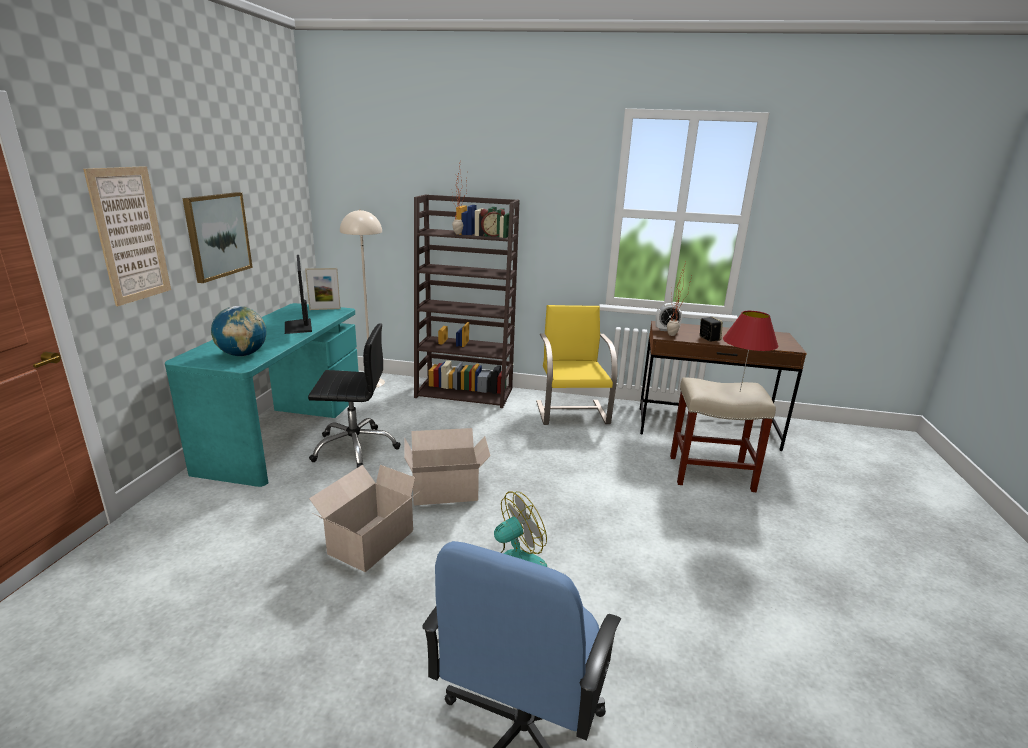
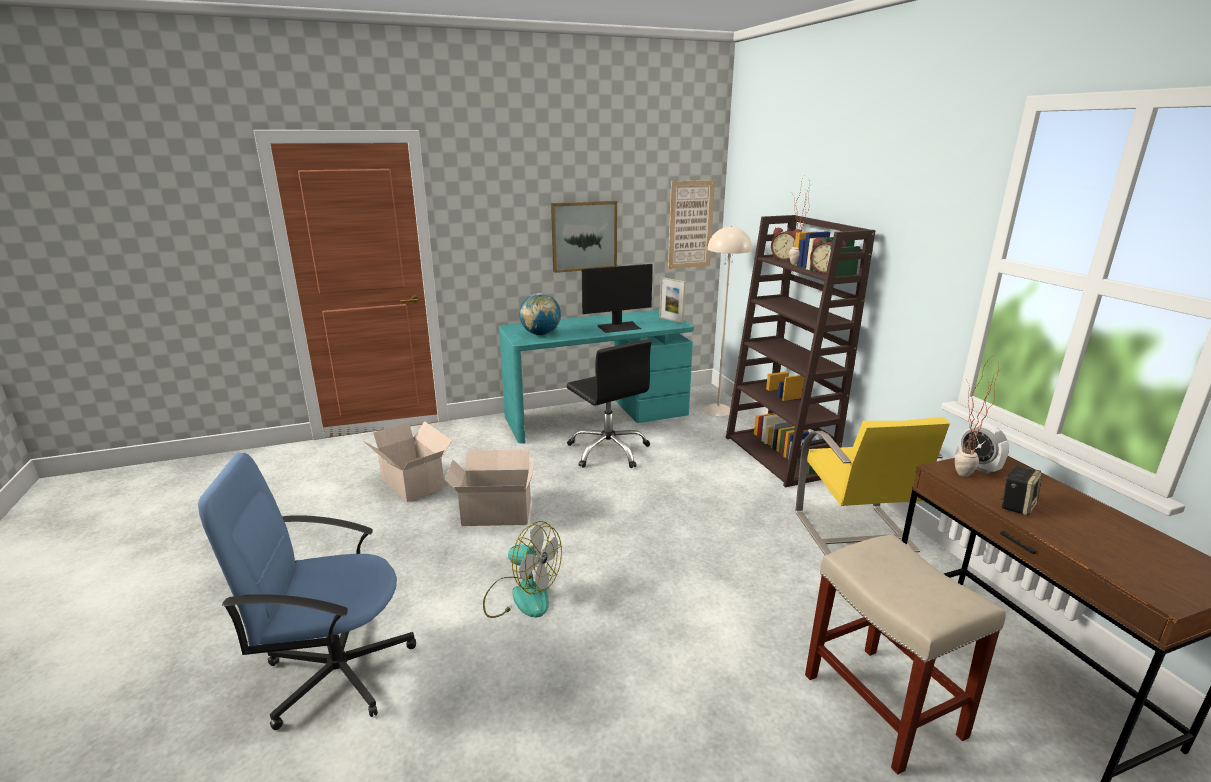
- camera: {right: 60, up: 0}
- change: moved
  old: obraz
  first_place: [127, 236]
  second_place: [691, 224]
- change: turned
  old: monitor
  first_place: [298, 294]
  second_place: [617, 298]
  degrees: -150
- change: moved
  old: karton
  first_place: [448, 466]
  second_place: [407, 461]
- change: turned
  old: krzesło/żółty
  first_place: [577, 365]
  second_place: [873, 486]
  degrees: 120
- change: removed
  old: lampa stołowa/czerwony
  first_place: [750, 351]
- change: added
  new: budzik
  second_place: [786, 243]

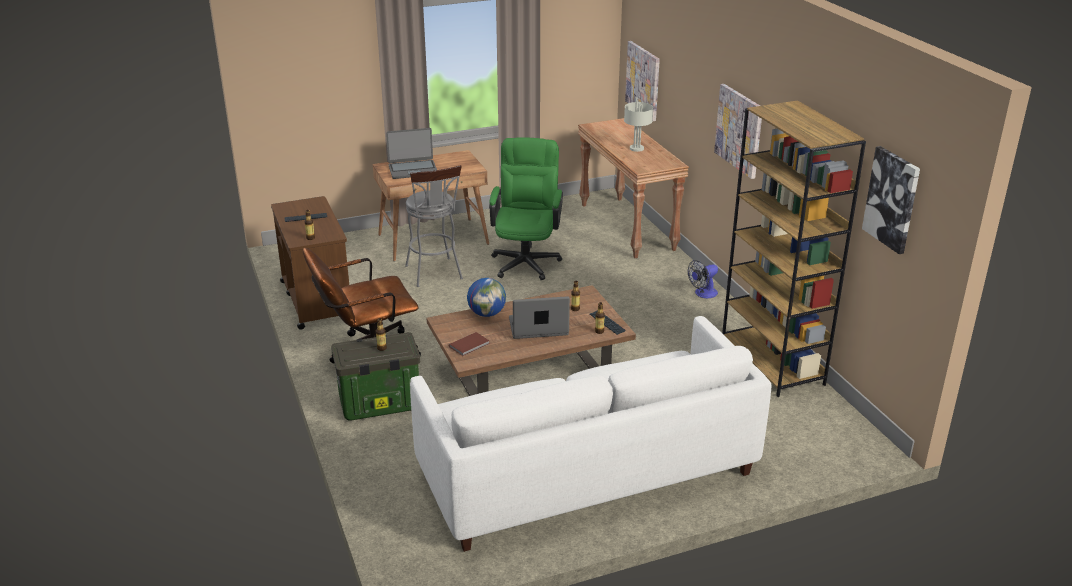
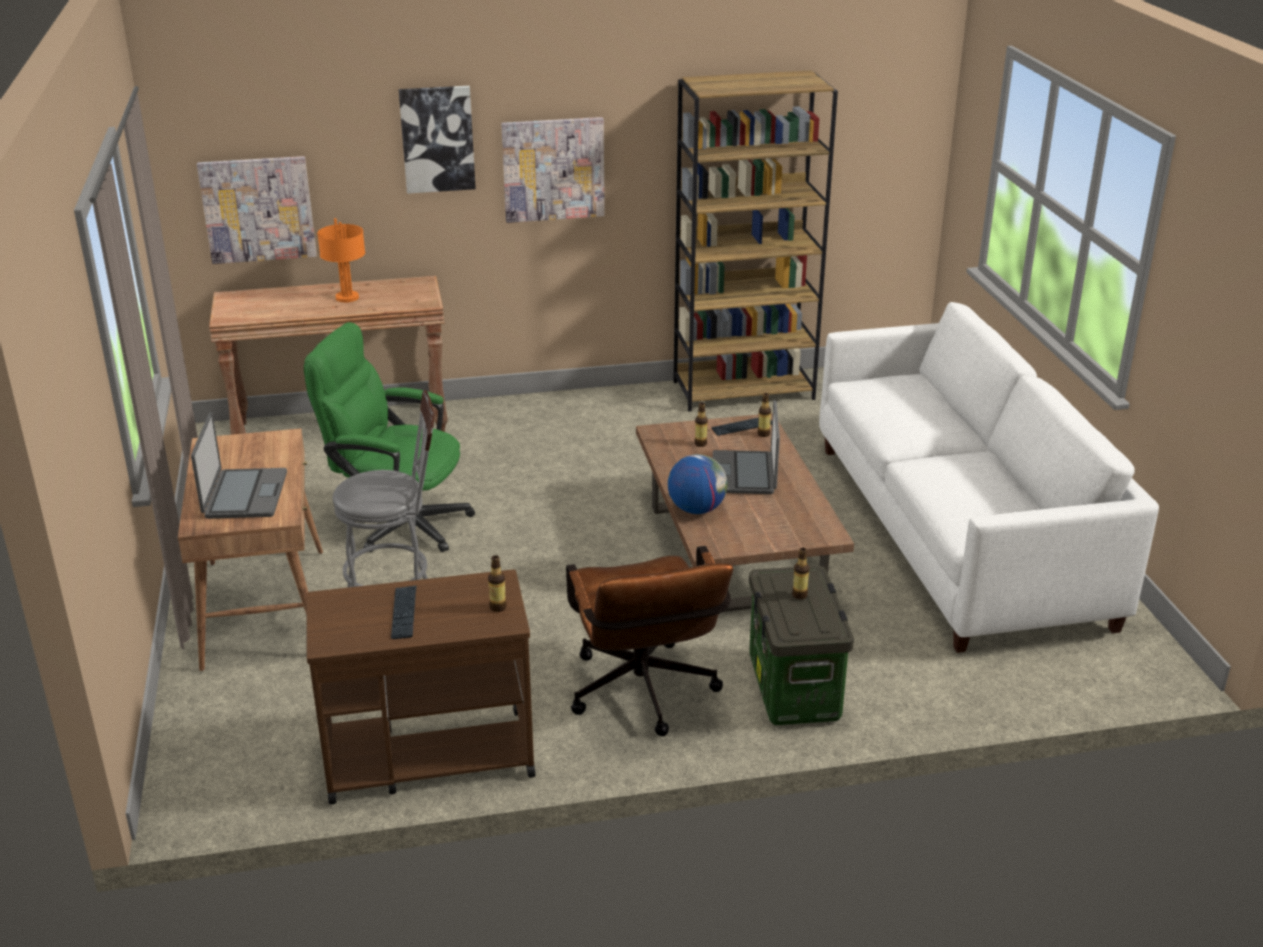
- camera: {right: -80, up: 0}
- change: removed
  old: książka/brązowy
  first_place: [469, 344]
- change: recoloured
  old: lampa stołowa/szary
  new: lampa stołowa/pomarańczowy
  first_place: [638, 124]
  second_place: [341, 260]
- change: removed
  old: wentylator
  first_place: [703, 279]
- change: moved
  old: obraz
  first_place: [891, 200]
  second_place: [437, 140]

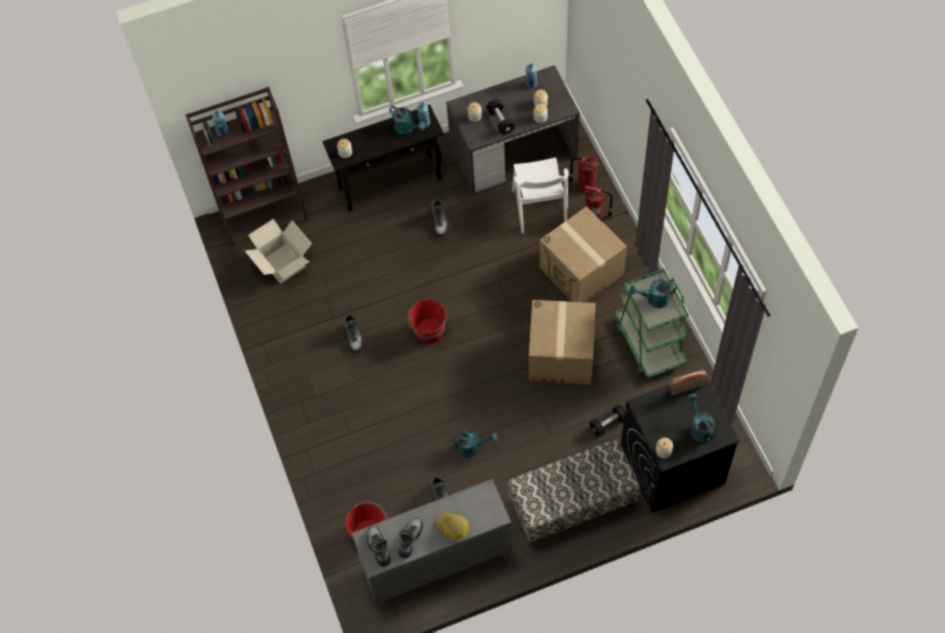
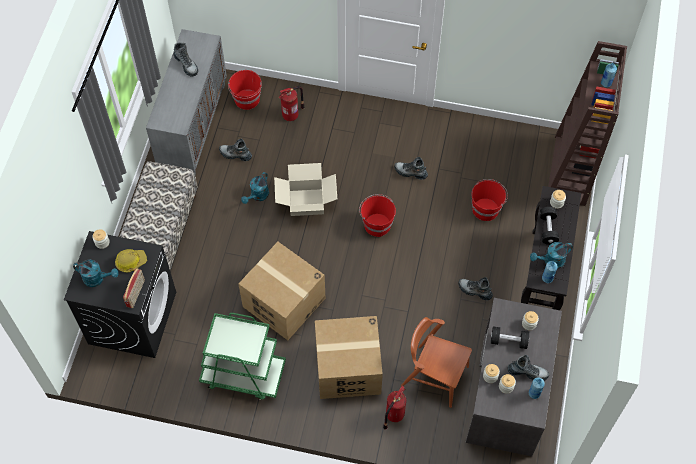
- camera: {right: 120, up: 0}
- change: moved
  old: karton
  first_place: [278, 251]
  second_place: [305, 189]
- change: moved
  old: but z cholewką
  first_place: [378, 546]
  second_place: [528, 368]
- change: moved
  old: kask
  first_place: [452, 526]
  second_place: [131, 261]
- change: recoloured
  old: krzesło/biały
  new: krzesło/brązowy
  first_place: [540, 195]
  second_place: [436, 362]
- change: moved
  old: gaśnica
  first_place: [584, 173]
  second_place: [291, 103]
- change: moved
  old: hantel/czarny
  first_place: [607, 420]
  second_place: [549, 226]
- change: removed
  old: konewka/turkusowy
  first_place: [652, 293]
- change: added
  new: wiadro/czerwony
  second_place: [489, 200]

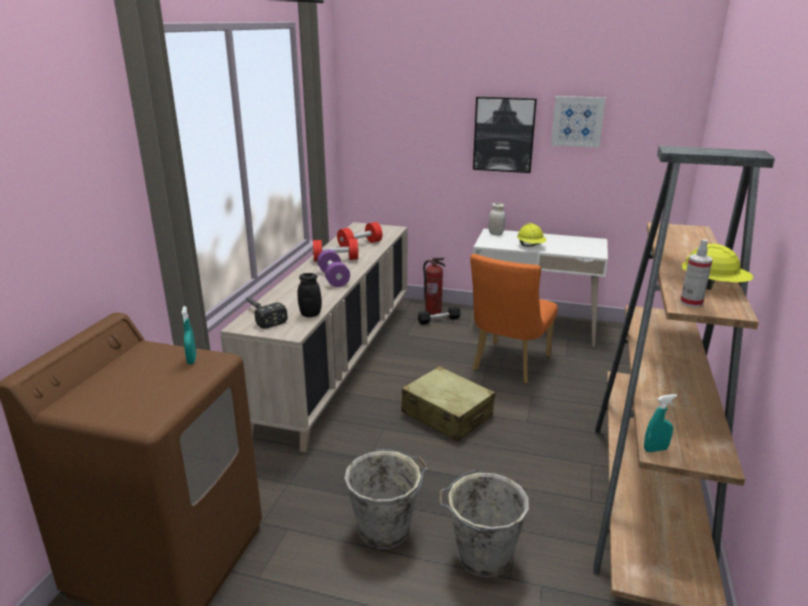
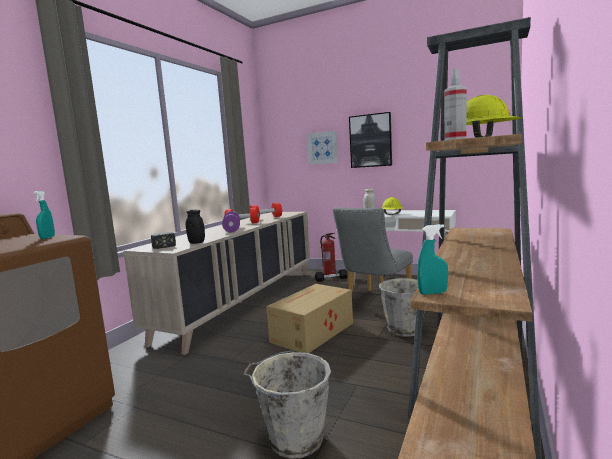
- camera: {right: 10, up: -15}
- change: moved
  old: wiadro/szary
  first_place: [386, 499]
  second_place: [402, 307]
- change: replaced
  old: walizka/beżowy
  new: karton
  first_place: [448, 404]
  second_place: [309, 318]
- change: recoloured
  old: krzesło/pomarańczowy
  new: krzesło/szary
  first_place: [514, 319]
  second_place: [373, 260]
- change: moved
  old: obraz
  first_place: [578, 122]
  second_place: [322, 148]

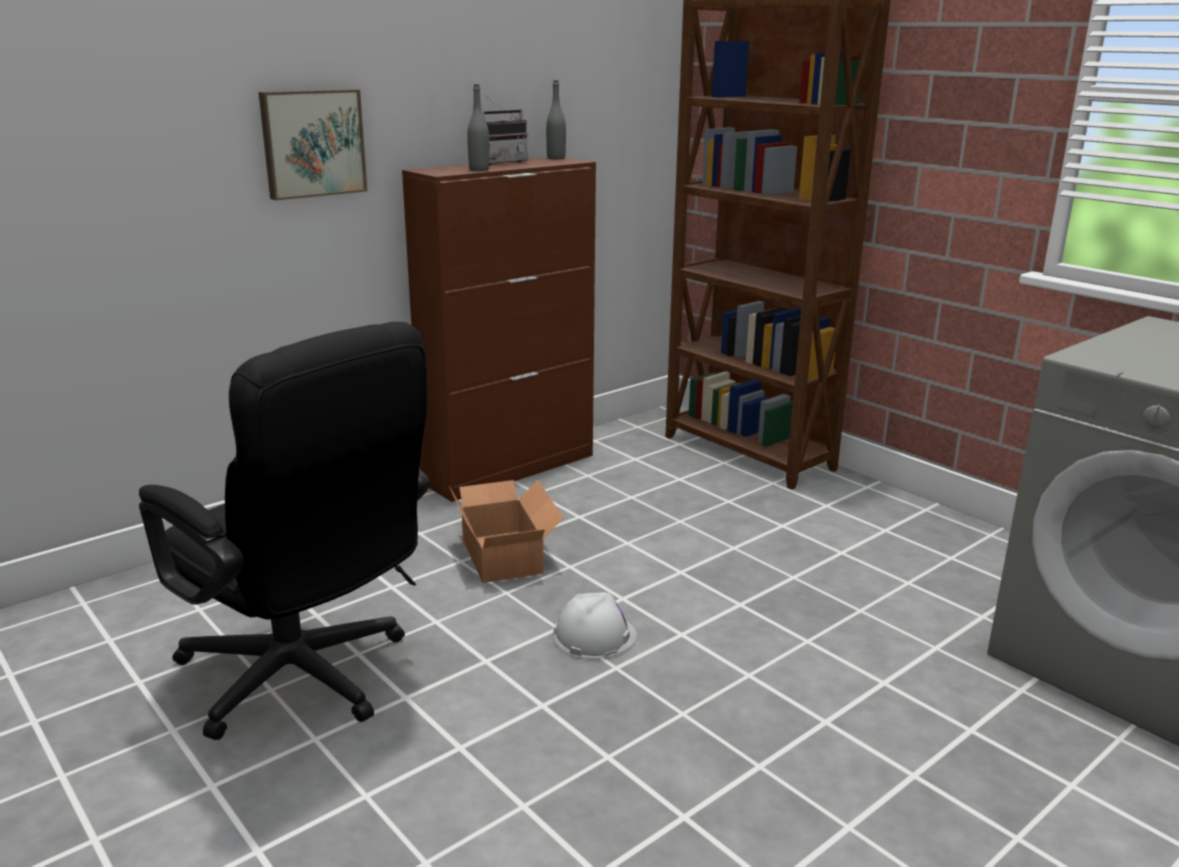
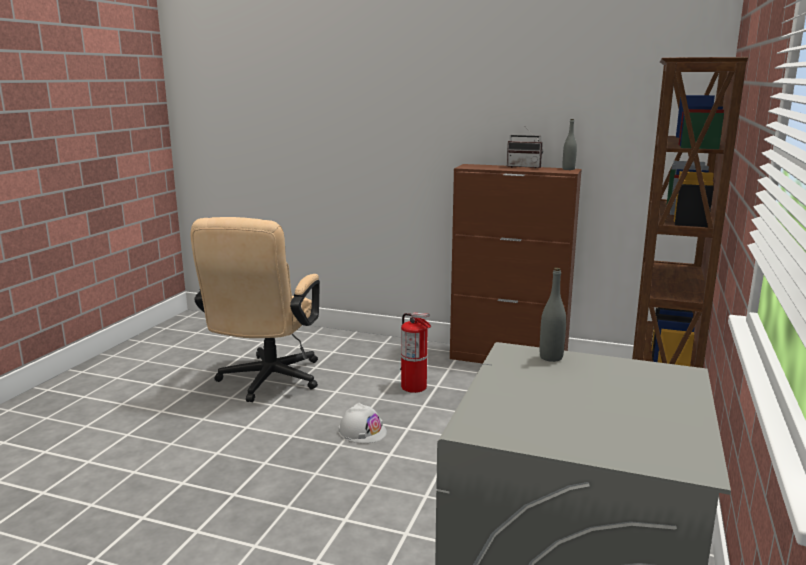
- camera: {right: 60, up: -5}
- change: recoloured
  old: krzesło biurowe/czarny
  new: krzesło biurowe/beżowy
  first_place: [284, 531]
  second_place: [255, 309]
- change: removed
  old: obraz
  first_place: [313, 144]
- change: replaced
  old: karton
  new: gaśnica
  first_place: [506, 531]
  second_place: [415, 353]
- change: moved
  old: butelka/szary
  first_place: [478, 127]
  second_place: [553, 315]

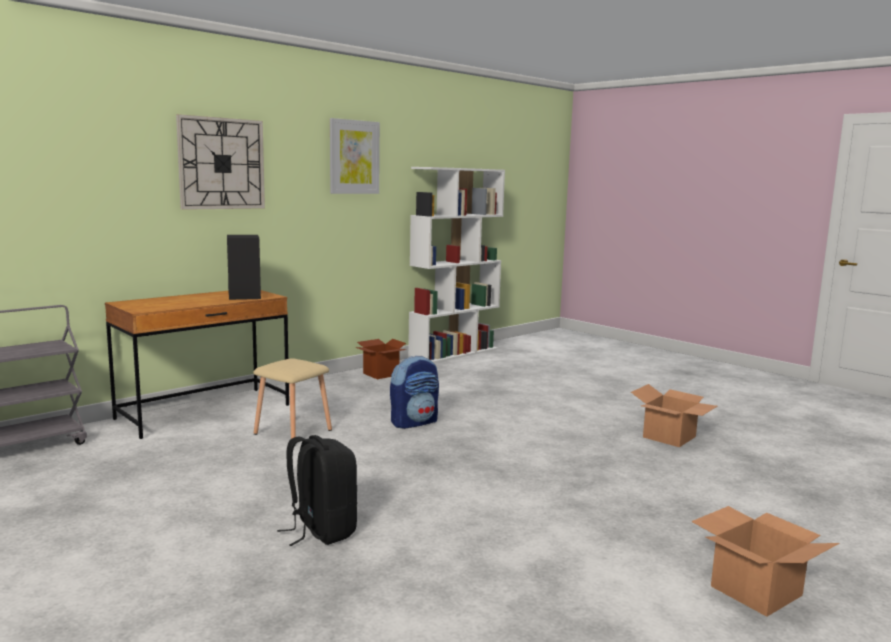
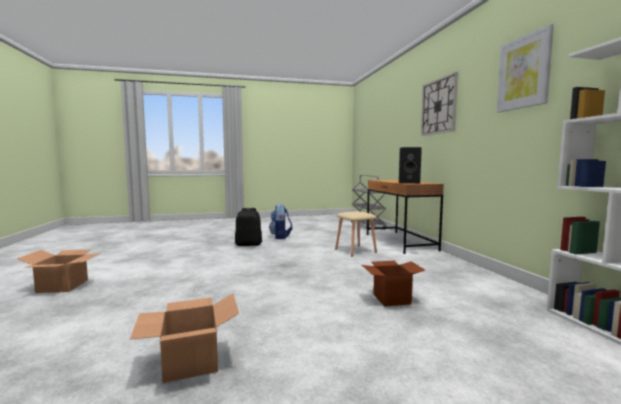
- camera: {right: 120, up: -5}
- change: moved
  old: karton
  first_place: [381, 359]
  second_place: [393, 284]
- change: moved
  old: plecak
  first_place: [414, 392]
  second_place: [280, 221]

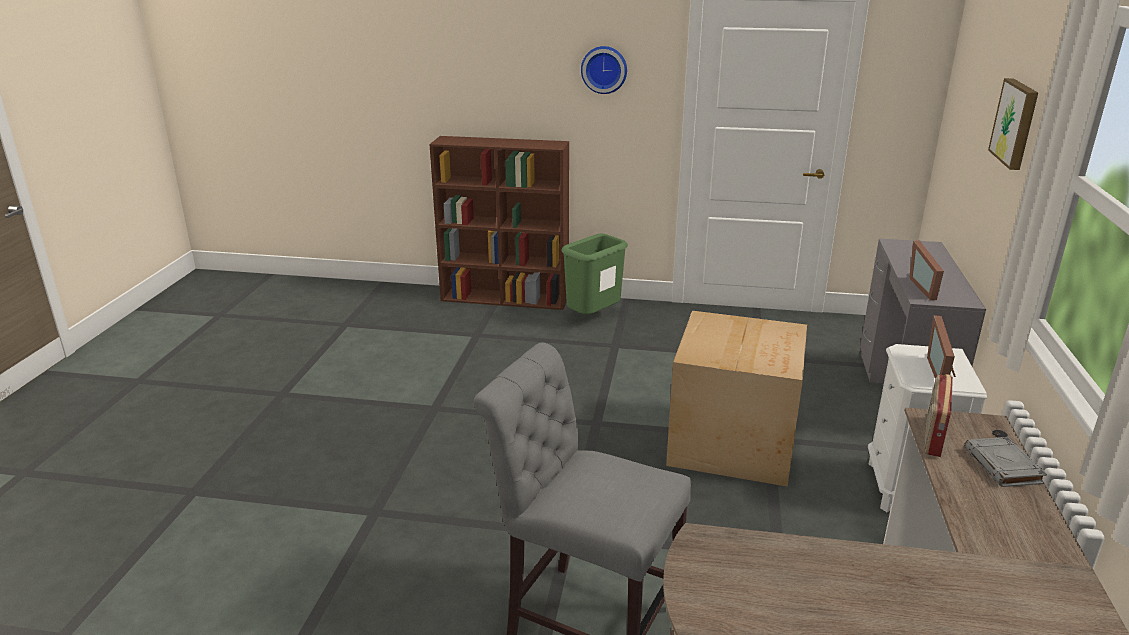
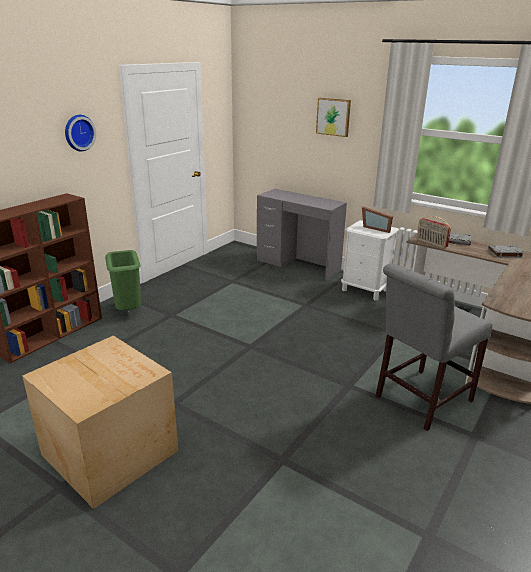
- camera: {right: -65, up: 0}
- change: moved
  old: karton
  first_place: [736, 399]
  second_place: [100, 422]
- change: removed
  old: ramka na zdjęcie
  first_place: [926, 270]
- change: added
  new: książka/szary
  second_place: [506, 251]

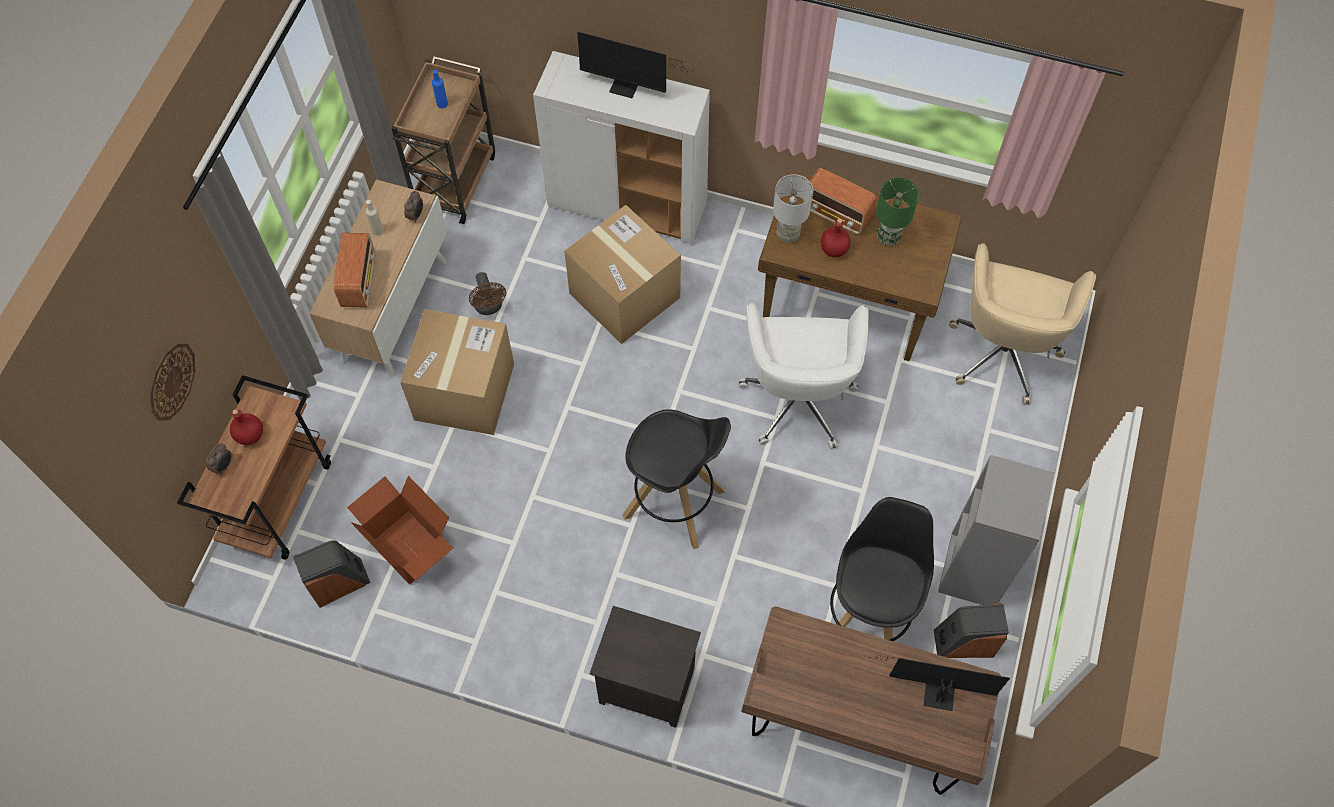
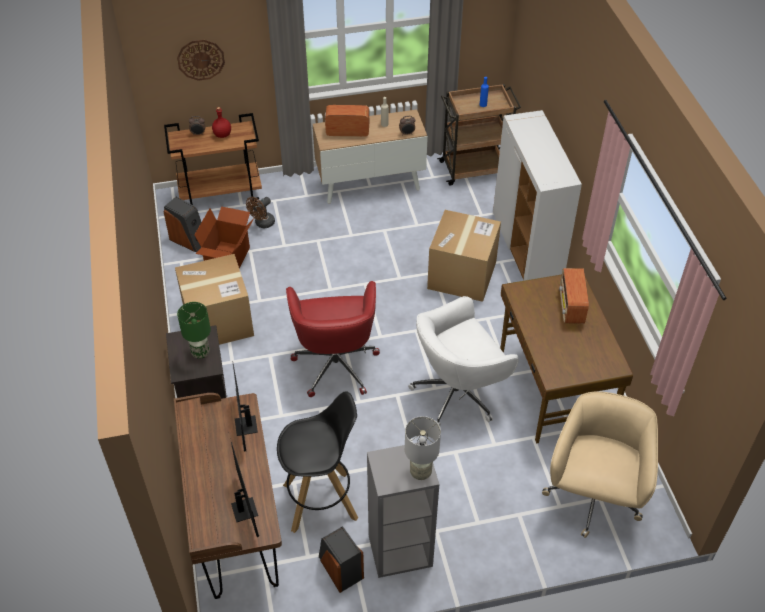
- camera: {right: 60, up: -15}
- change: turned
  old: radio
  first_place: [354, 270]
  second_place: [347, 121]
  degrees: -150
- change: moved
  old: karton
  first_place: [457, 372]
  second_place: [214, 299]
- change: moved
  old: wentylator/brązowy
  first_place: [487, 293]
  second_place: [260, 212]
- change: moved
  old: monitor
  first_place: [634, 65]
  second_place: [245, 406]
- change: replaced
  old: stołek/czarny
  new: krzesło biurowe/czerwony
  first_place: [677, 479]
  second_place: [333, 339]
- change: moved
  old: lampa stołowa/szary
  first_place: [793, 208]
  second_place: [423, 448]
- change: removed
  old: butelka/czerwony
  first_place: [835, 237]
- change: moved
  old: lampa stołowa/zielony
  first_place: [897, 211]
  second_place: [194, 330]
- change: turned
  old: krzesło biurowe/beżowy
  first_place: [1022, 324]
  second_place: [600, 464]
  degrees: 120

